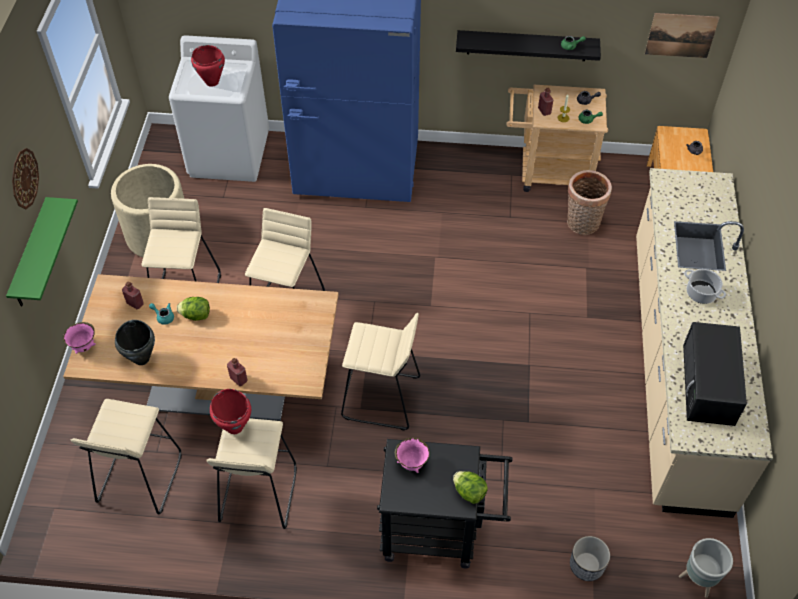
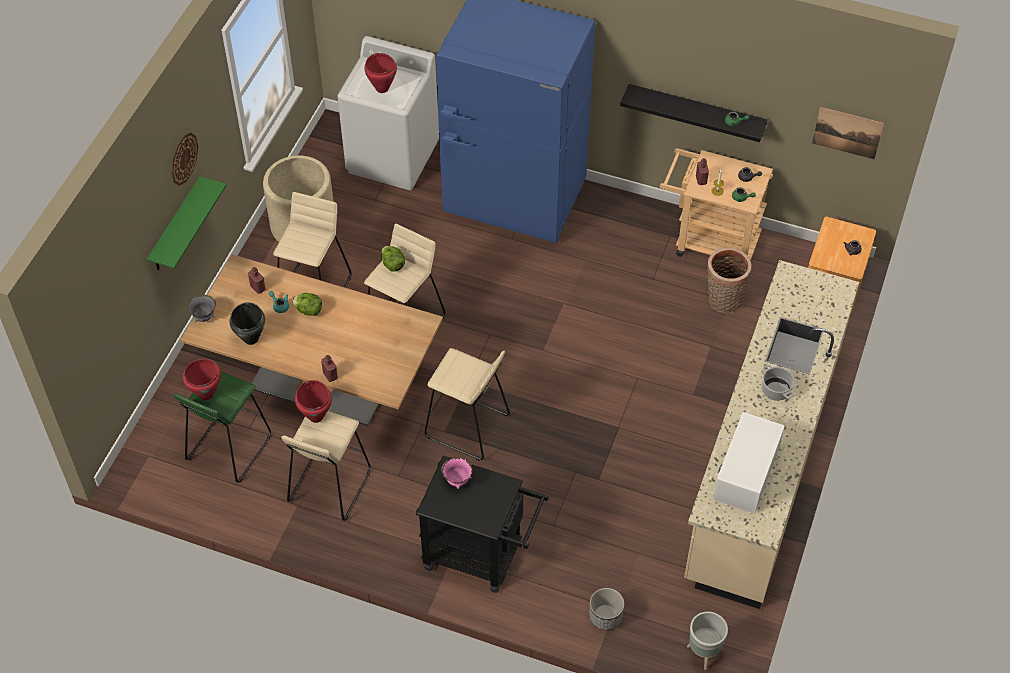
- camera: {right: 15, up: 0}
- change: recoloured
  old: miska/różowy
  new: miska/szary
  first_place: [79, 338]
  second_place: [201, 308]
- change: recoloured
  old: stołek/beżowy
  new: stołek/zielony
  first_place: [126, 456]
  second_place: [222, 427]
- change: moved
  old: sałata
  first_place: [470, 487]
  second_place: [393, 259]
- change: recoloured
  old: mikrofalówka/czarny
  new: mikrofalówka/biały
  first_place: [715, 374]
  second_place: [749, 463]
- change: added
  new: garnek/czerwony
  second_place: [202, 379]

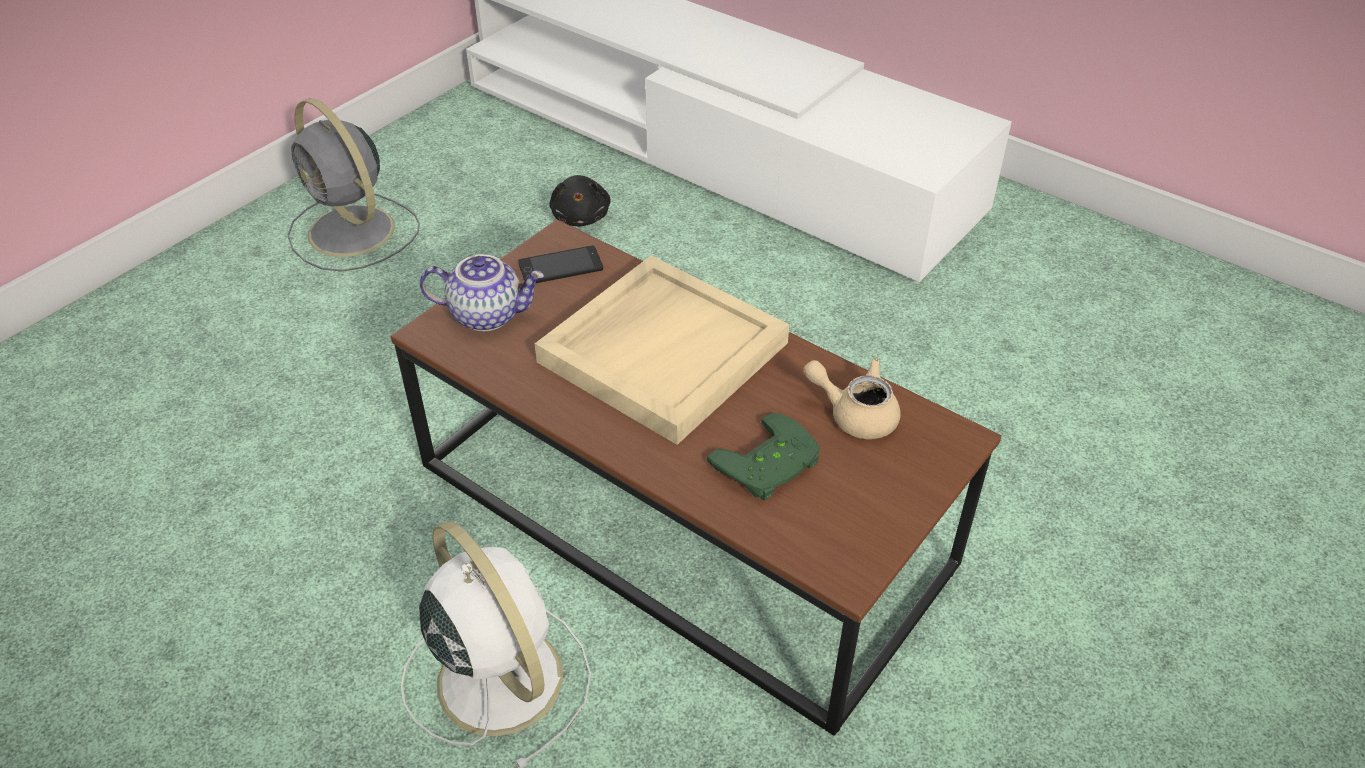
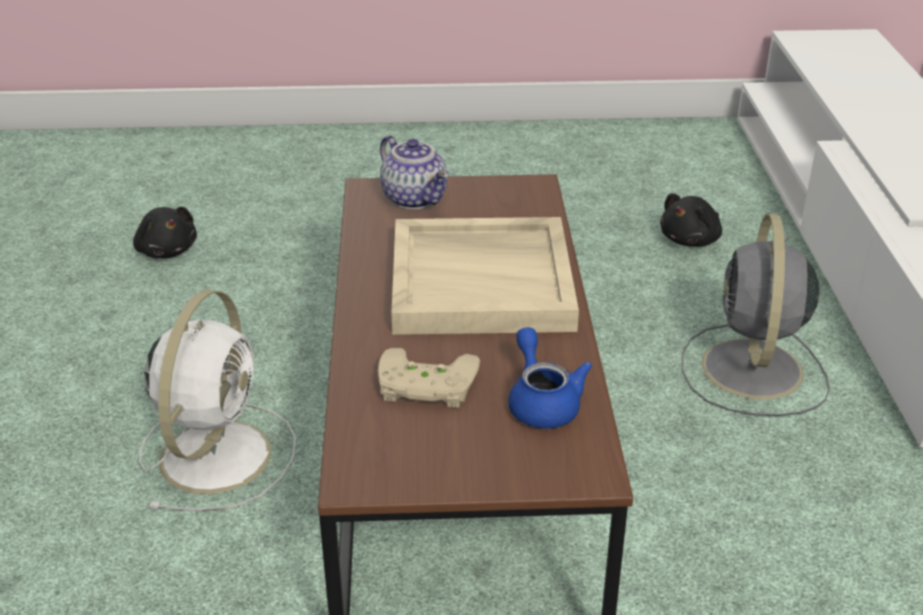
- camera: {right: 50, up: -10}
- change: moved
  old: wentylator/szary
  first_place: [353, 185]
  second_place: [756, 315]
- change: removed
  old: telefon
  first_place: [560, 264]
- change: recoloured
  old: pad do gier/zielony
  new: pad do gier/beżowy
  first_place: [763, 457]
  second_place: [429, 378]
- change: recoloured
  old: imbryk/beżowy
  new: imbryk/niebieski
  first_place: [851, 399]
  second_place: [550, 378]
- change: added
  new: pluszak/czarny
  second_place: [165, 233]

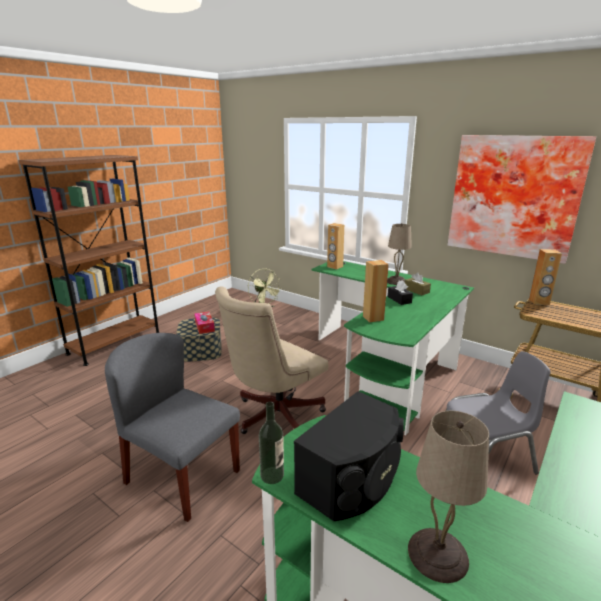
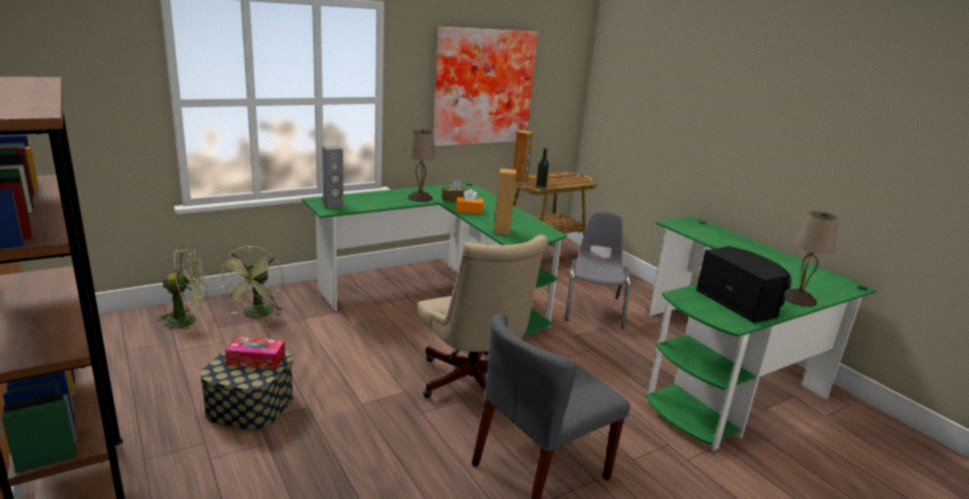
- camera: {right: -70, up: 0}
- change: moved
  old: butelka
  first_place: [271, 442]
  second_place: [542, 168]
- change: recoloured
  old: głośnik/brązowy
  new: głośnik/szary
  first_place: [335, 246]
  second_place: [332, 176]
- change: recoloured
  old: pudełko chusteczek/czarny
  new: pudełko chusteczek/pomarańczowy
  first_place: [400, 292]
  second_place: [469, 201]
- change: added
  new: wentylator/zielony
  second_place: [251, 281]

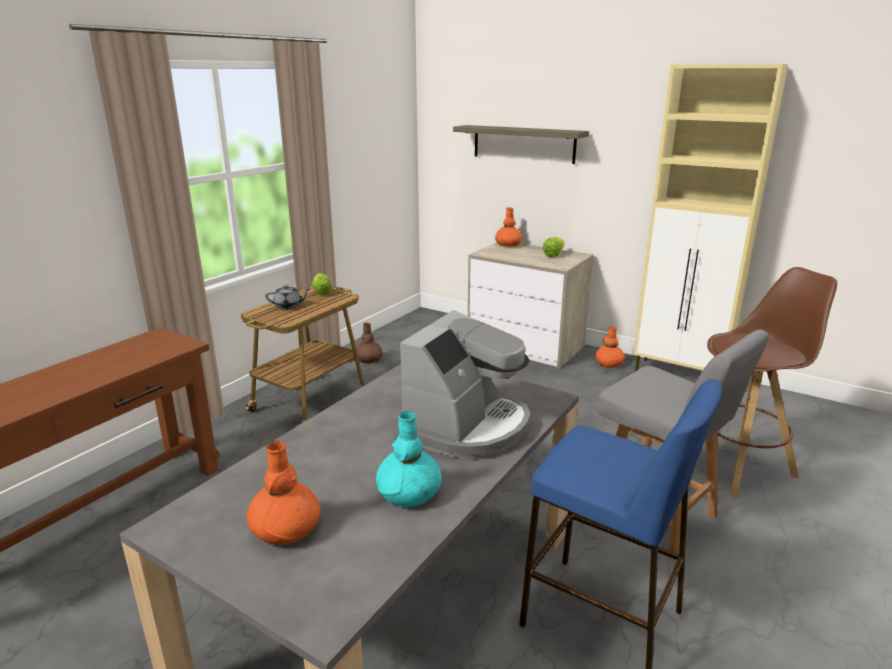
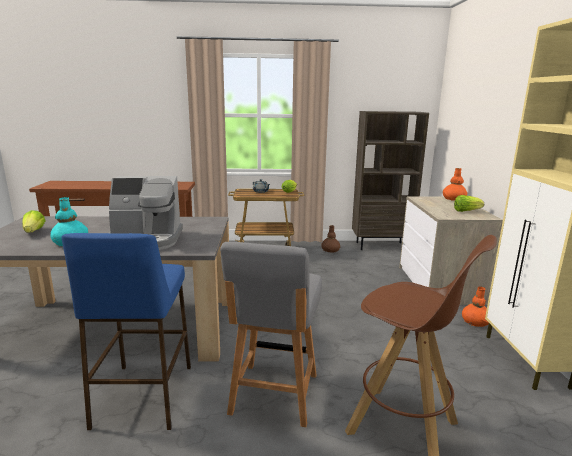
- camera: {right: 55, up: -5}
- change: replaced
  old: wazon/pomarańczowy
  new: sałata
  first_place: [283, 493]
  second_place: [34, 221]
- change: removed
  old: półka
  first_place: [521, 144]
- change: added
  new: regał/brązowy
  second_place: [390, 180]

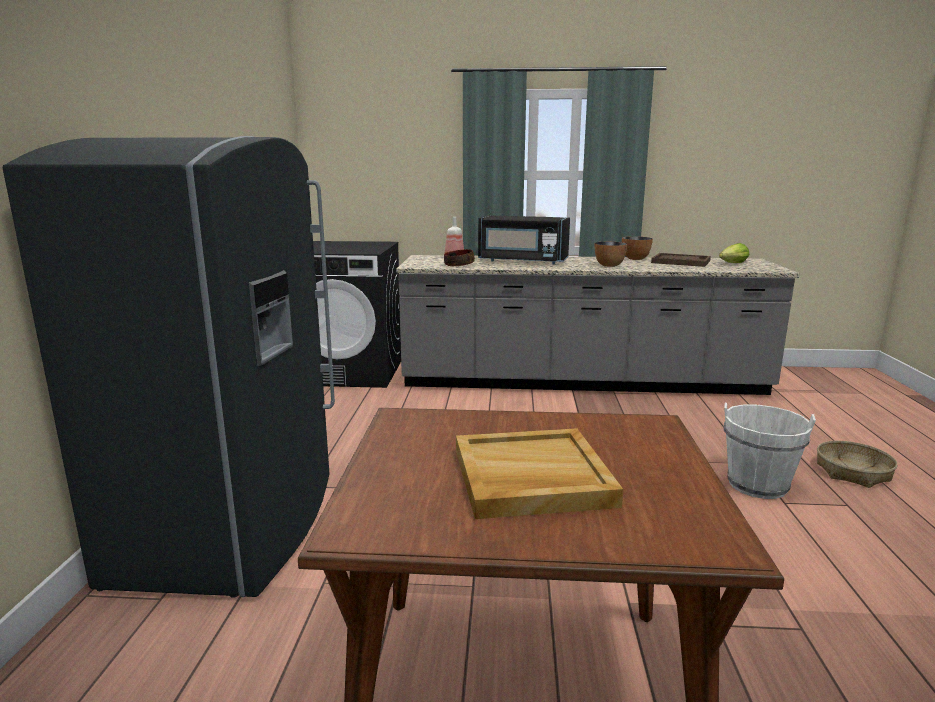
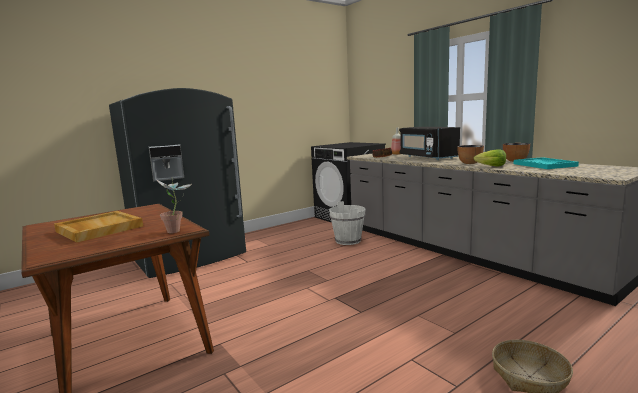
- camera: {right: 50, up: -5}
- change: recoloured
  old: taca/brązowy
  new: taca/turkusowy
  first_place: [681, 260]
  second_place: [546, 163]
- change: moved
  old: sałata
  first_place: [734, 253]
  second_place: [489, 157]
- change: moved
  old: wiadro/biały
  first_place: [770, 451]
  second_place: [347, 223]
- change: added
  new: roślina doniczkowa
  second_place: [174, 206]

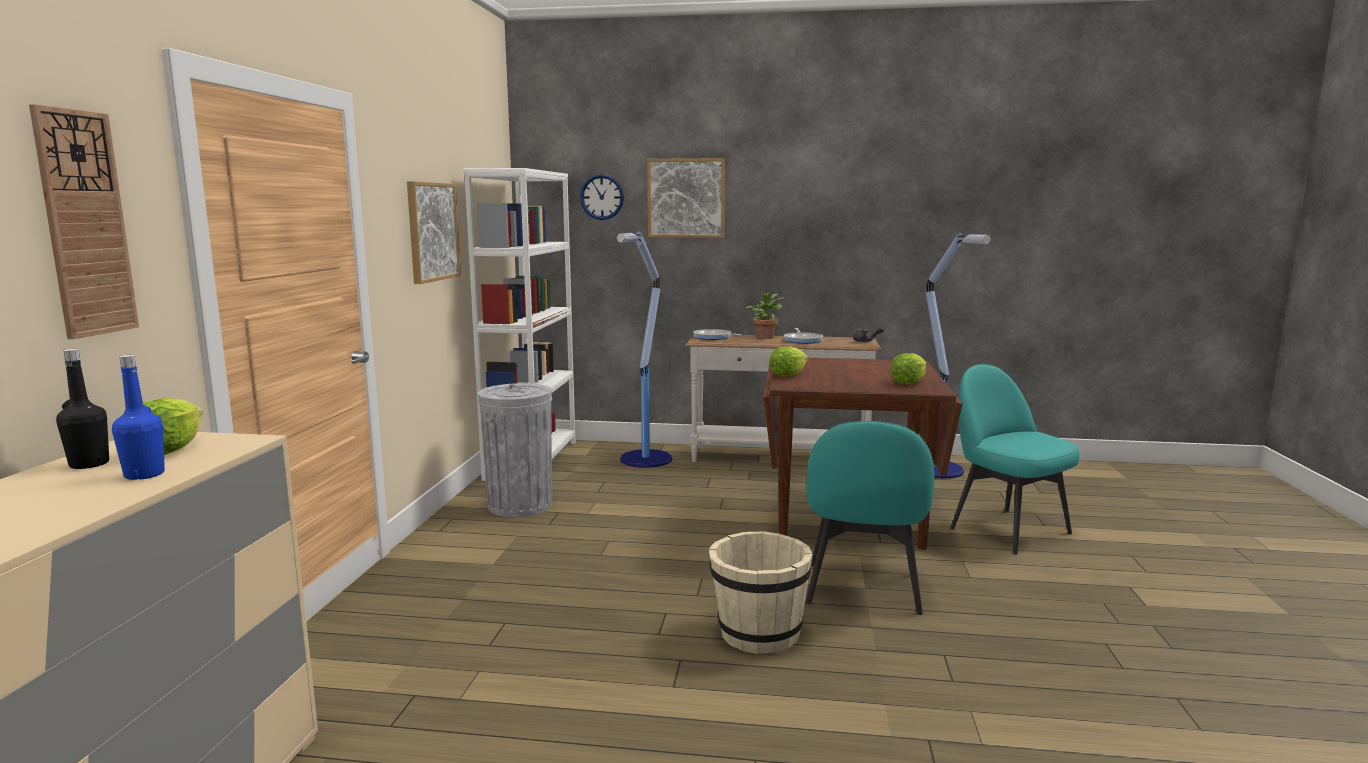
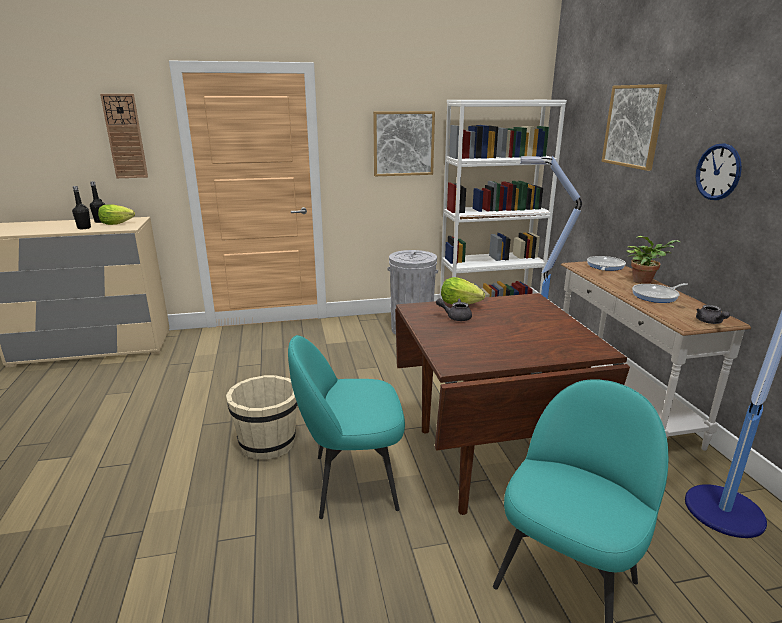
- camera: {right: 70, up: 10}
- change: recoloured
  old: butelka/niebieski
  new: butelka/czarny
  first_place: [138, 417]
  second_place: [81, 207]
- change: moved
  old: zegar ścienny
  first_place: [602, 197]
  second_place: [718, 171]
- change: removed
  old: sałata
  first_place: [908, 369]
- change: added
  new: imbryk/szary
  second_place: [454, 309]

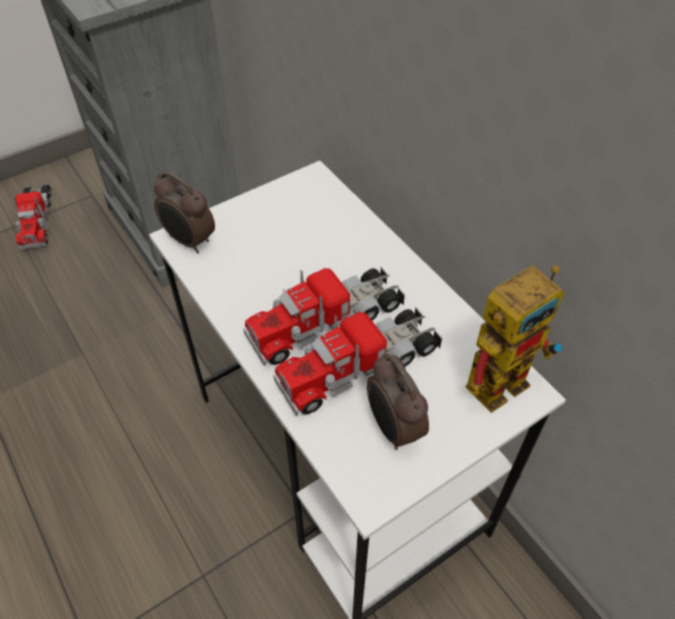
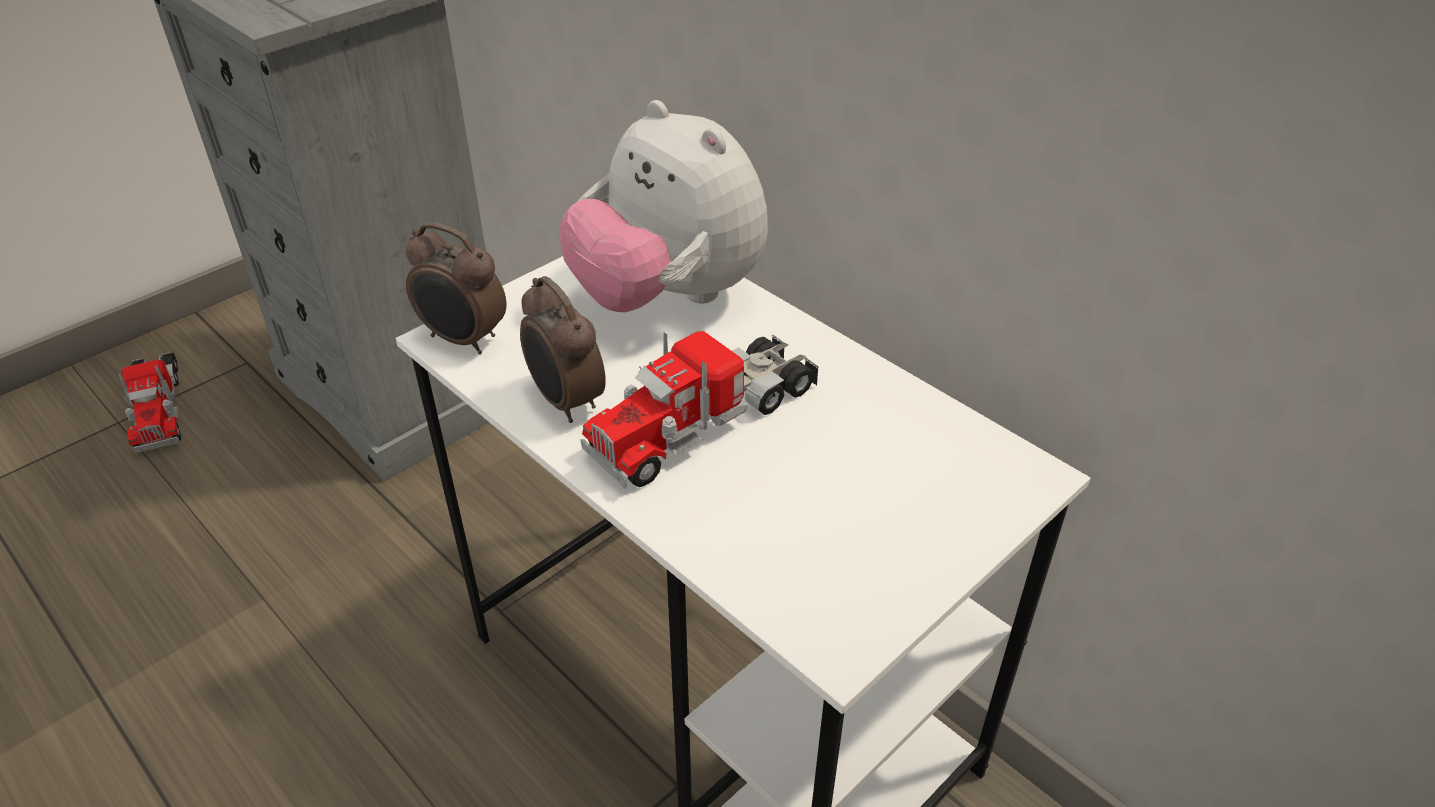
- camera: {right: -10, up: -10}
- change: removed
  old: ciężarówka zabawkowa
  first_place: [357, 361]
- change: moved
  old: budzik
  first_place: [398, 401]
  second_place: [563, 349]
- change: removed
  old: robot zabawkowy
  first_place: [515, 339]
- change: added
  new: pluszak
  second_place: [663, 206]

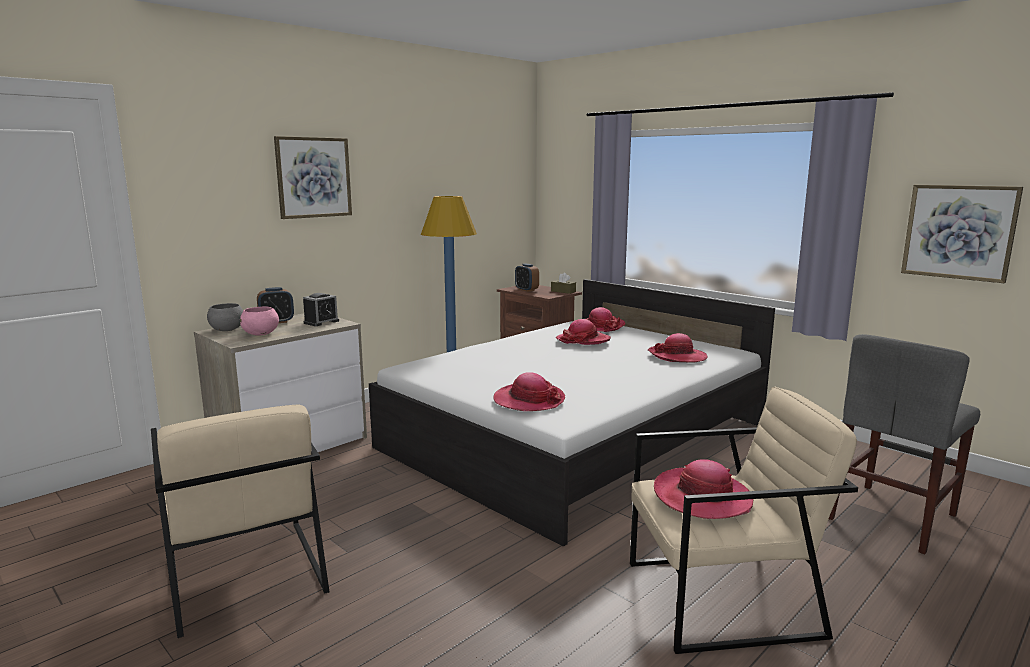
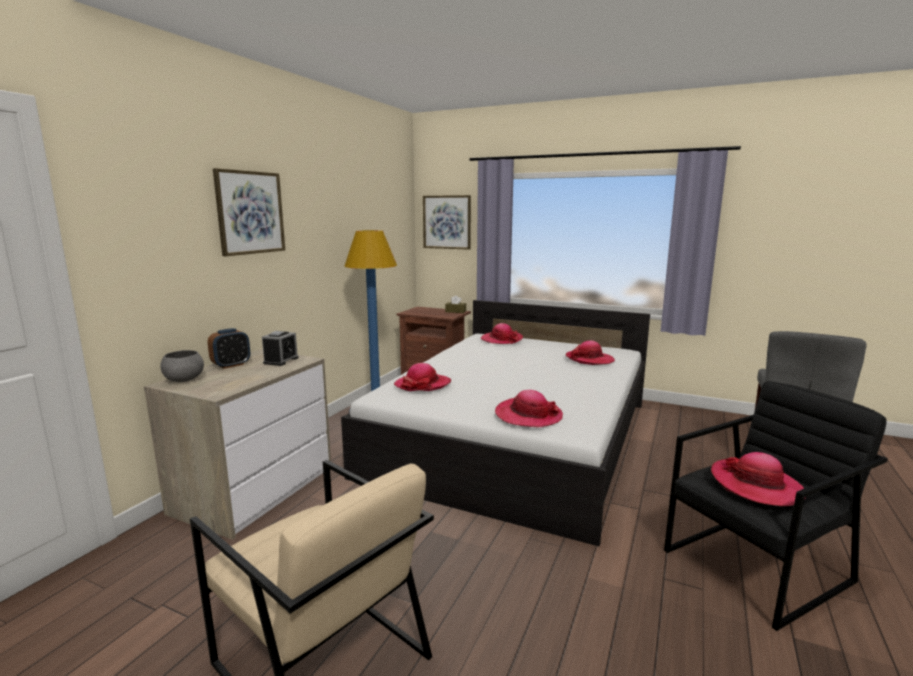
- camera: {right: -20, up: 0}
- change: removed
  old: miska/różowy
  first_place: [259, 321]
- change: removed
  old: budzik
  first_place: [527, 277]
- change: moved
  old: kapelusz
  first_place: [583, 332]
  second_place: [422, 377]
- change: recoloured
  old: fotel/beżowy
  new: fotel/czarny
  first_place: [744, 520]
  second_place: [776, 506]
- change: moved
  old: obraz
  first_place: [962, 234]
  second_place: [447, 222]

